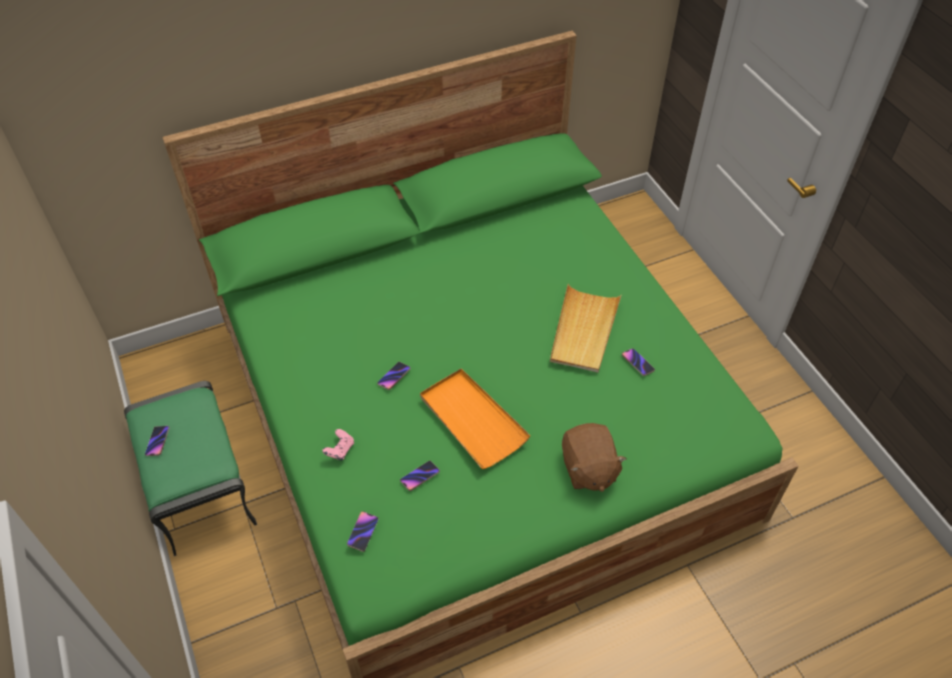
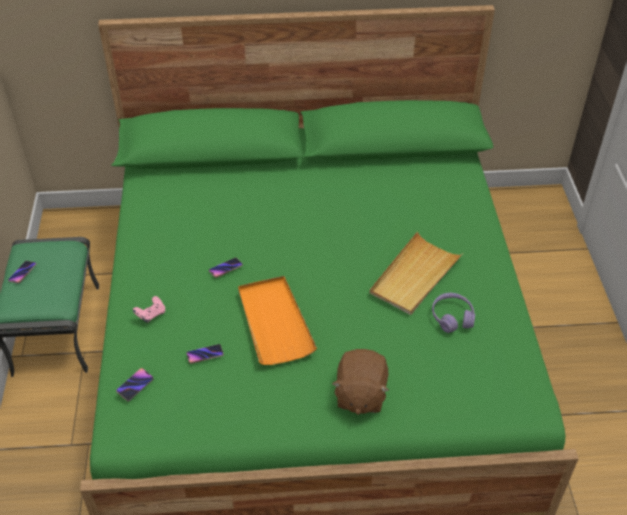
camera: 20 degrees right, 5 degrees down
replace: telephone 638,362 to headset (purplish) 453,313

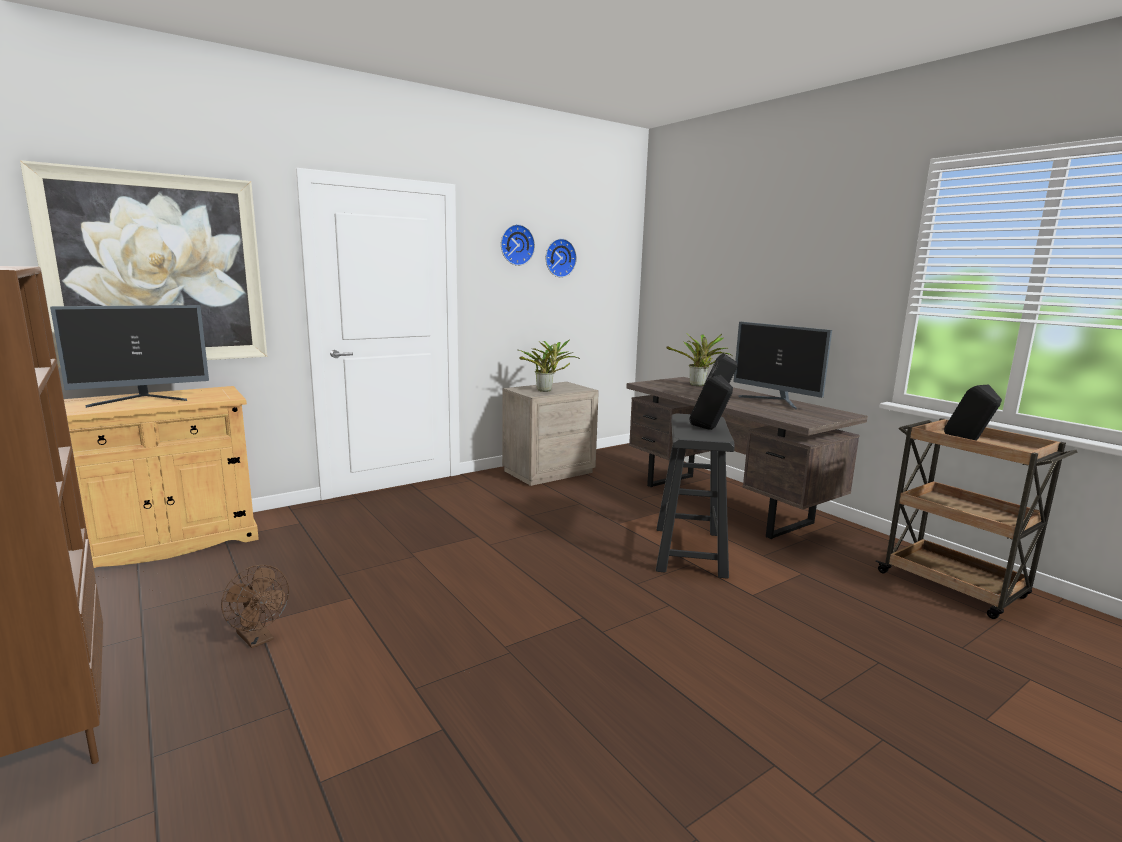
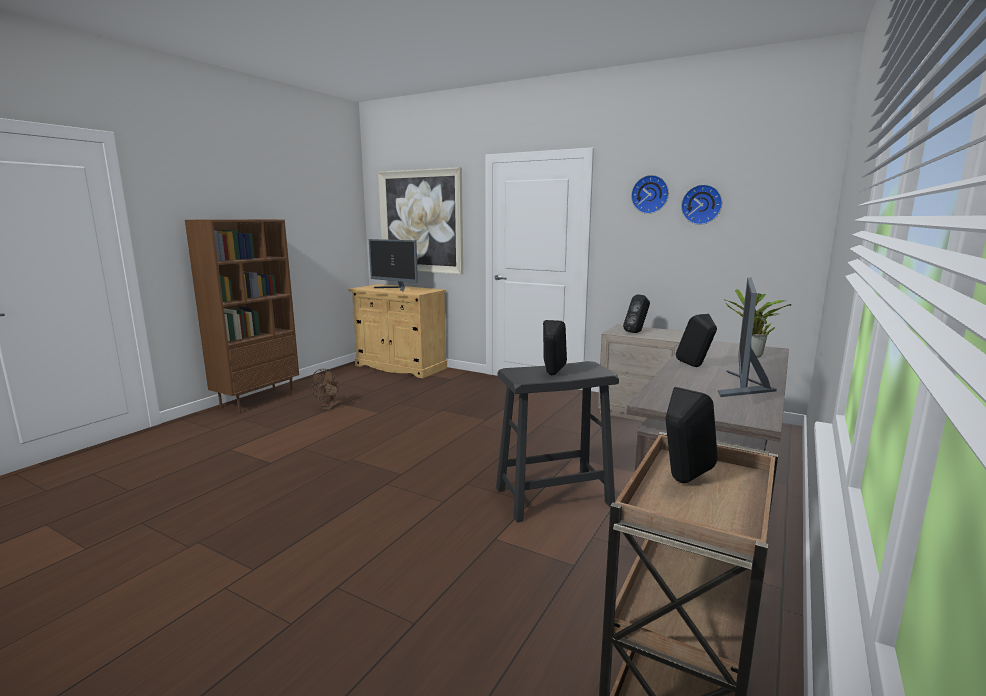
camera: 65 degrees right, 0 degrees up
replace: potted plant 549,365 to speaker (black) 636,314

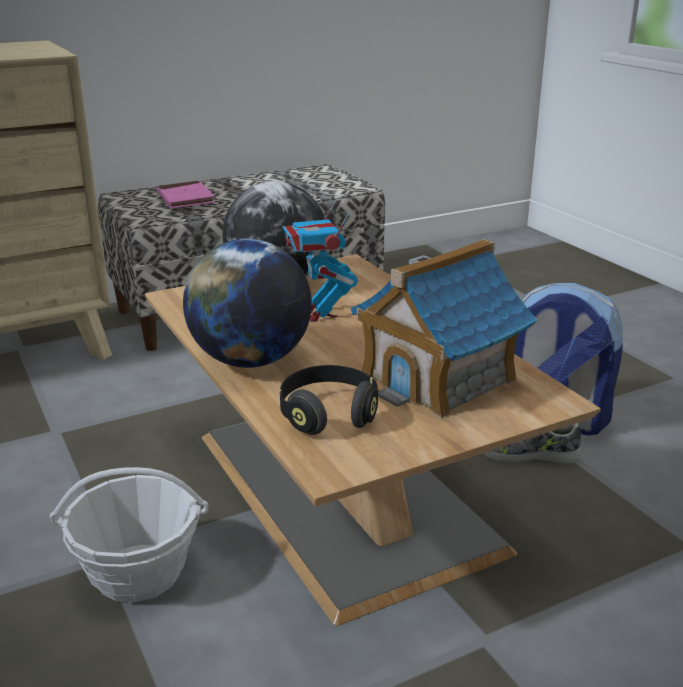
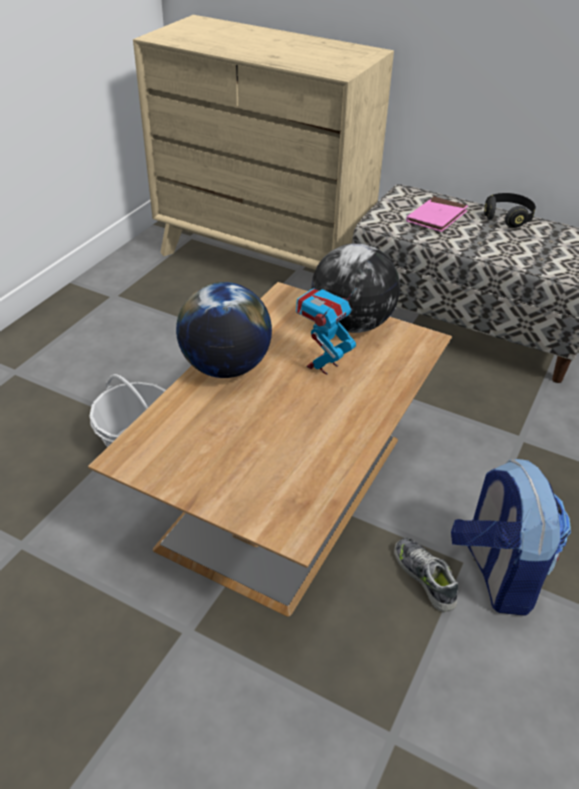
camera: 55 degrees right, 15 degrees up
delete: model house 443,328
move: headset (black) 329,400 to 510,210

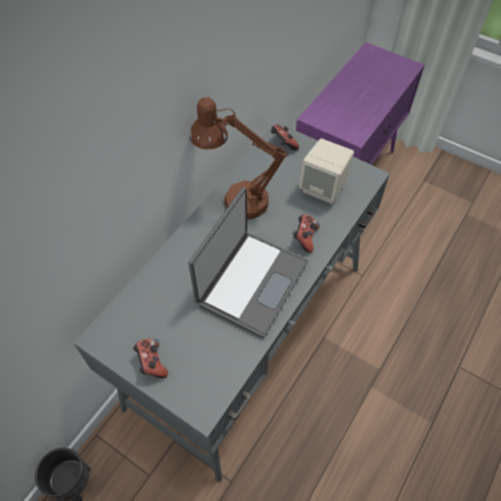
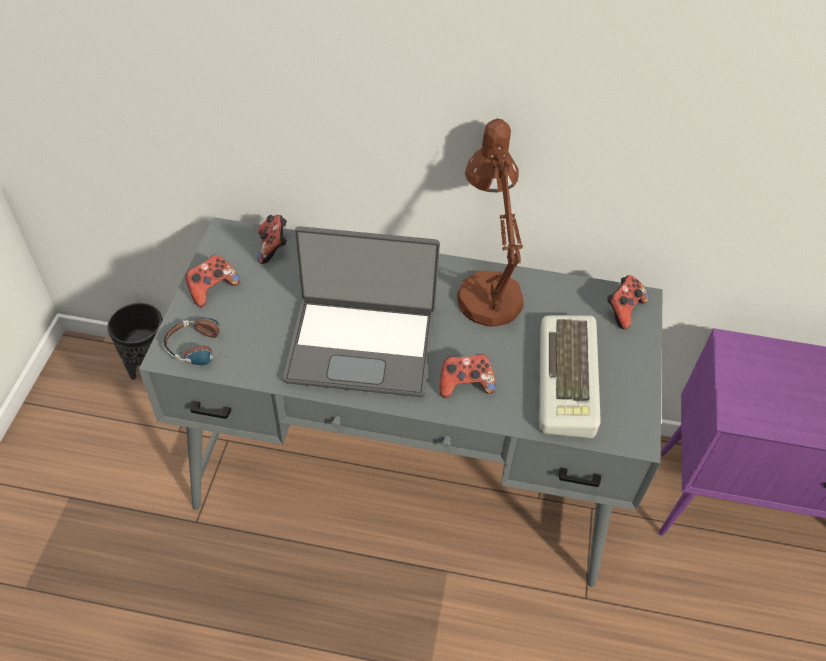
camera: 65 degrees right, 5 degrees down
insert: headset 201,341; game controller 272,239
replace: speaker (beige-coloured) 326,171 to keyboard 570,376

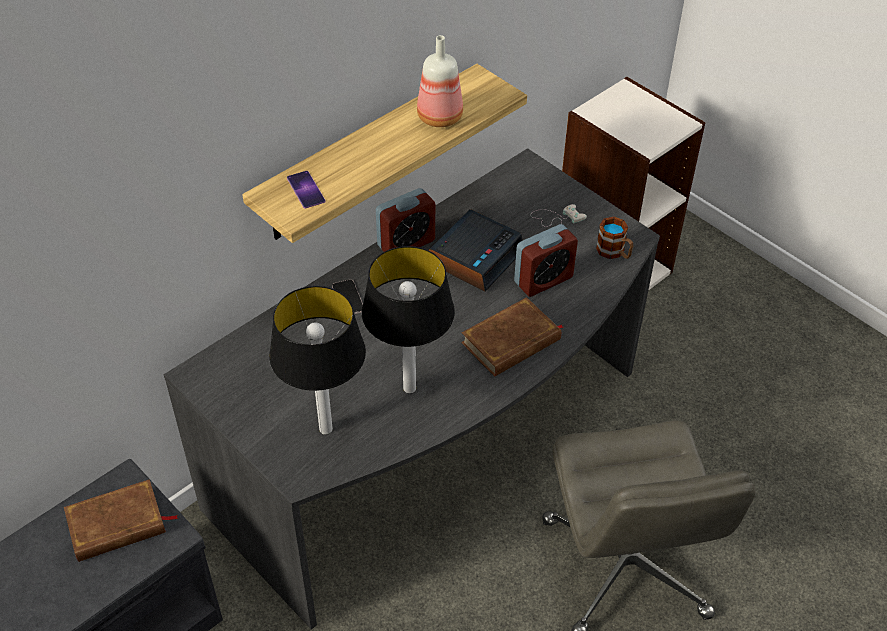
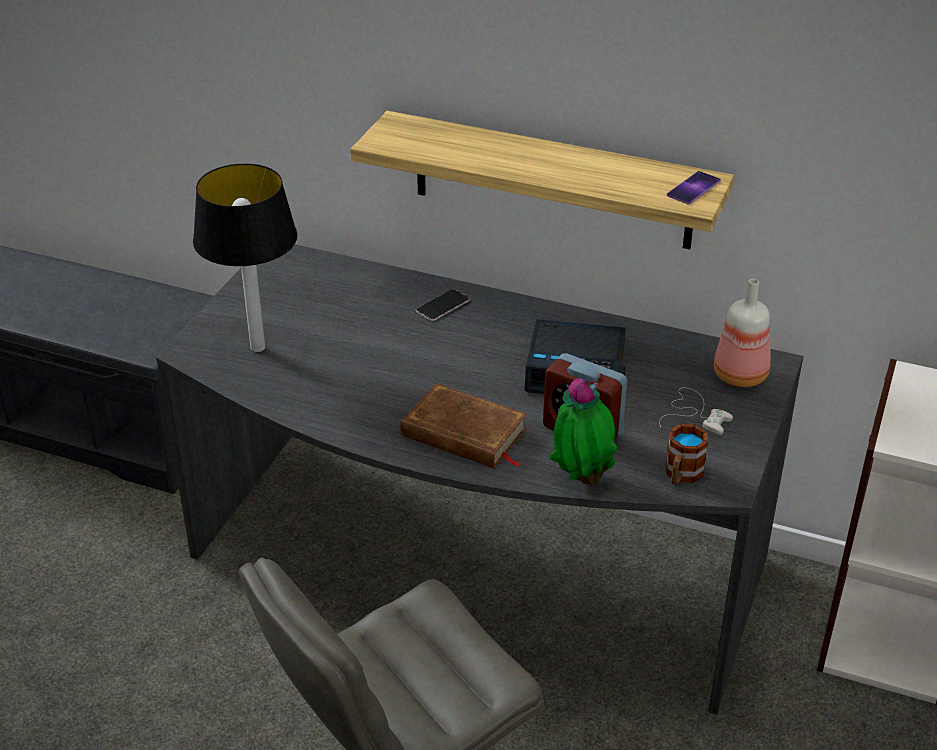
camera: 65 degrees right, 10 degrees down
delete: volume (brownish) 121,520; table lamp 408,320; bedside clock 405,220
insert: potted plant 583,431
move: telephone 306,190 to 694,187; bottle 440,81 to 742,333

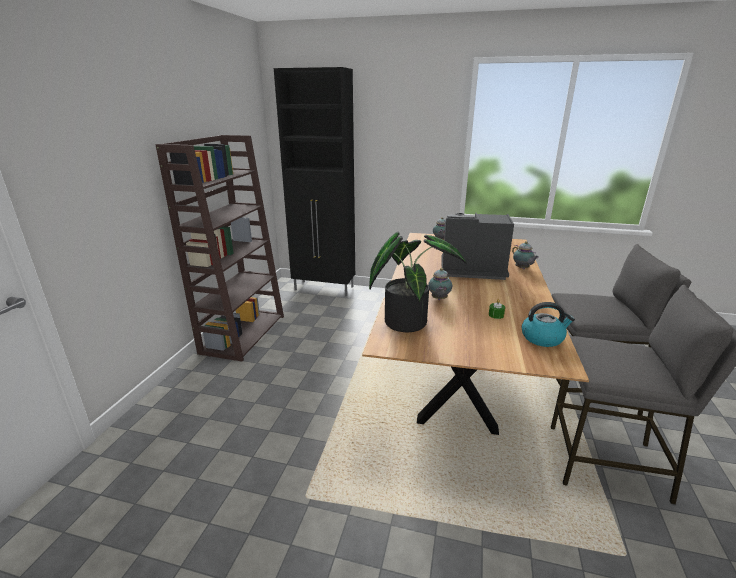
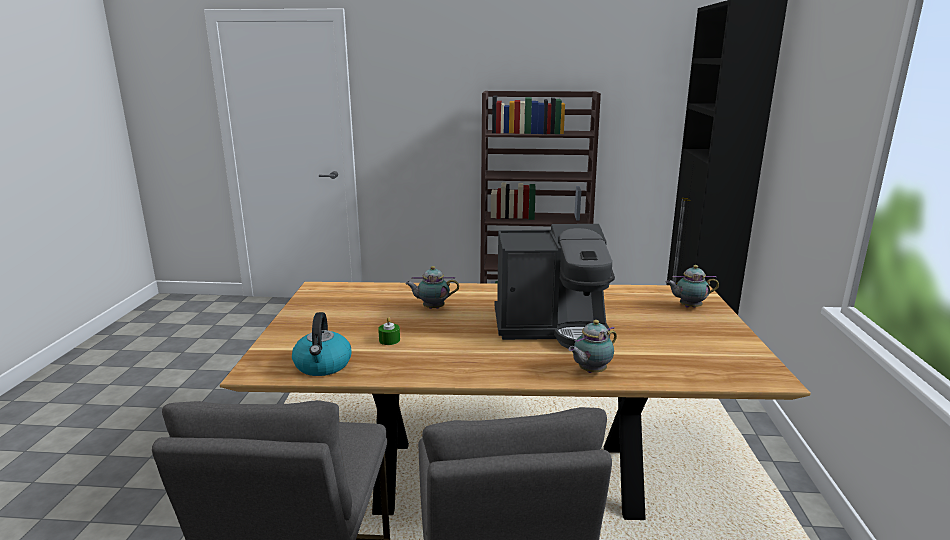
camera: 80 degrees right, 5 degrees down
delete: potted plant 418,282
rotate: coffee brewer 477,246 = 555,286 90 degrees clockwise

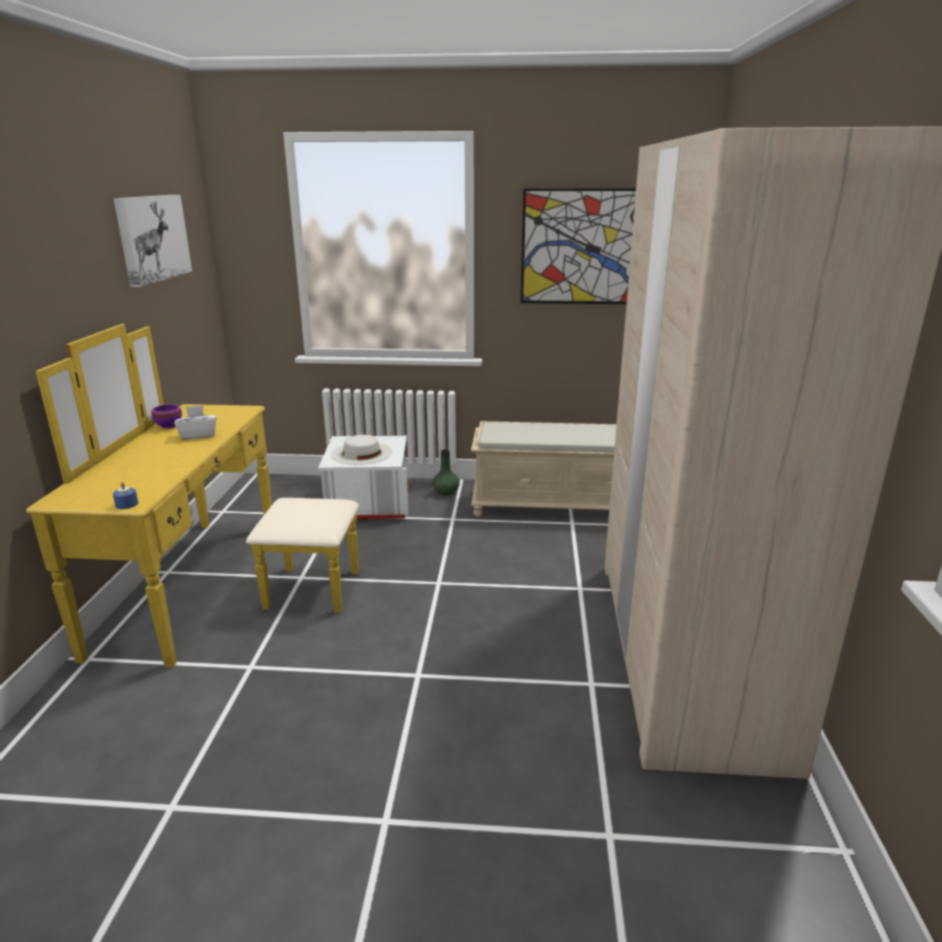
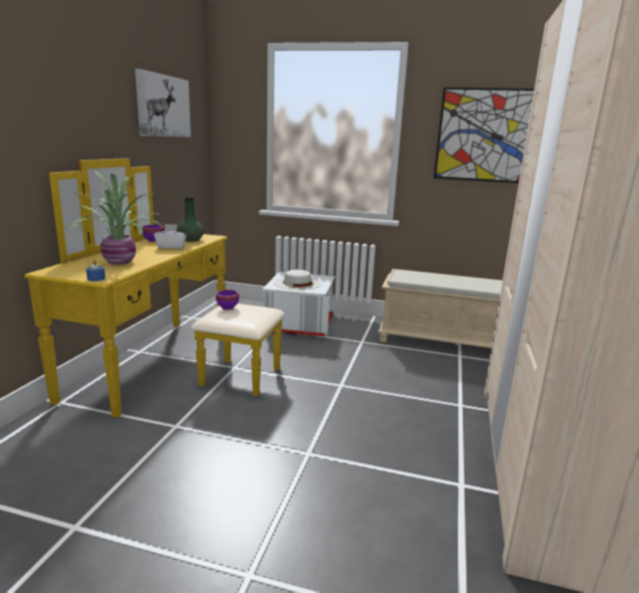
camera: 10 degrees right, 5 degrees down
insert: potted plant 115,218; bowl (purplish) 227,300
move: flower vase (greenish) 446,472 to 190,219

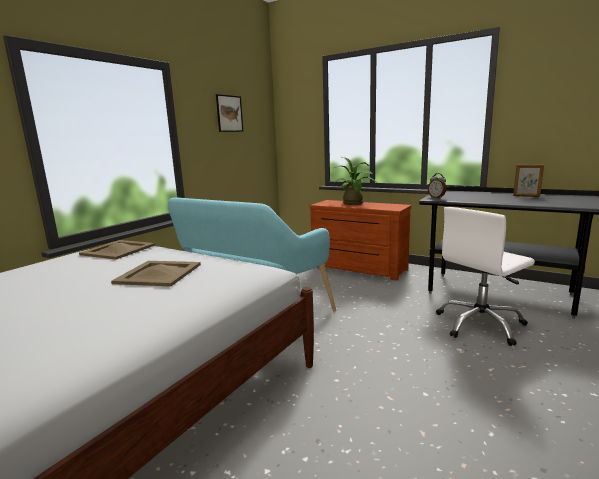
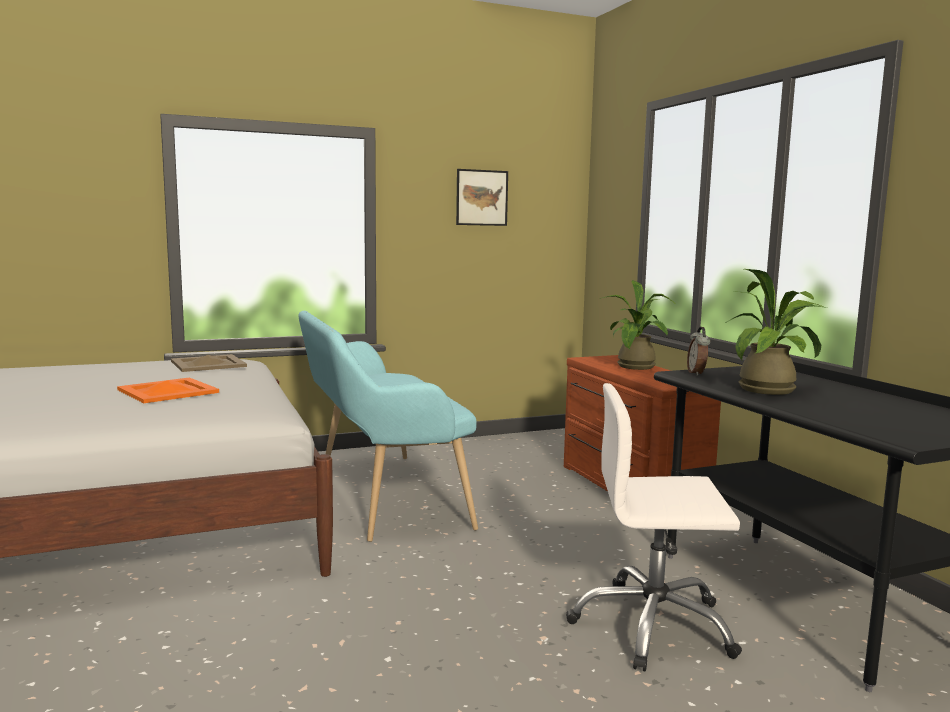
camera: 35 degrees right, 5 degrees down
delete: picture frame 528,180
insert: potted plant 776,332
recolor: tray (beige-coloured) 156,274 to tray (orangey) 168,390

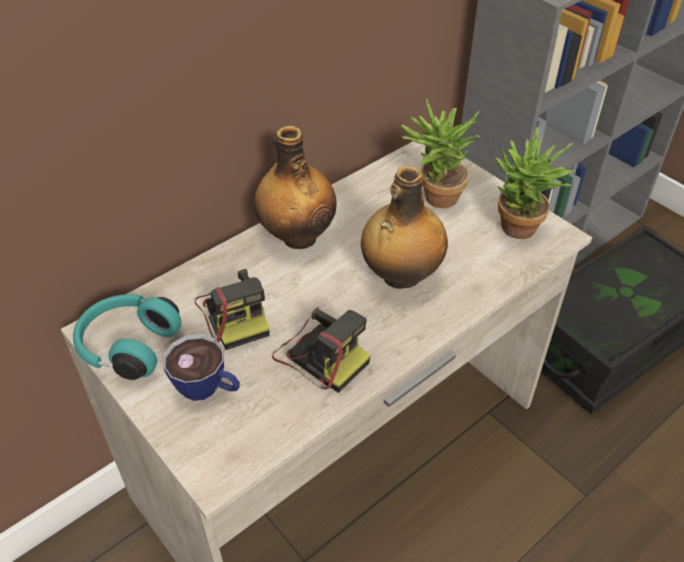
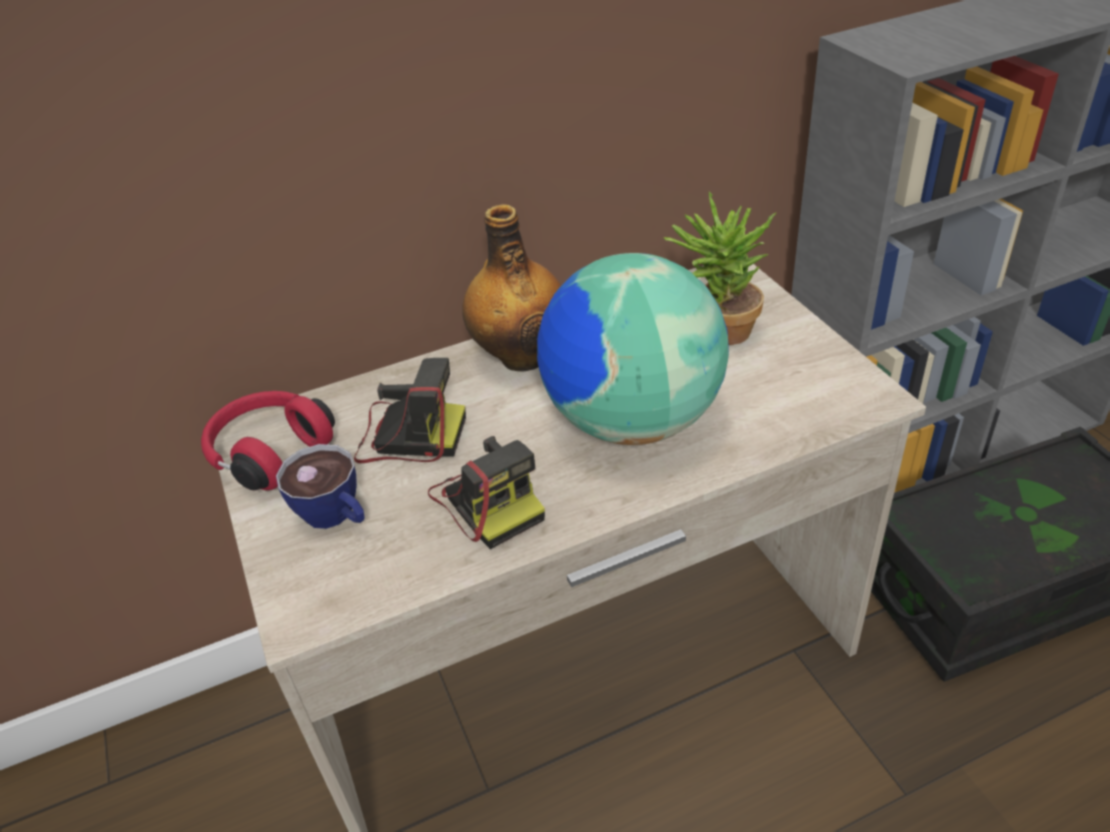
camera: 20 degrees right, 5 degrees down
delete: potted plant 535,183
replace: bottle 404,227 to globe 633,349
recolor: headset (blue-green) 127,337 to headset (reddish) 268,440
rotate: photo camera 232,309 = 410,410 75 degrees counterclockwise

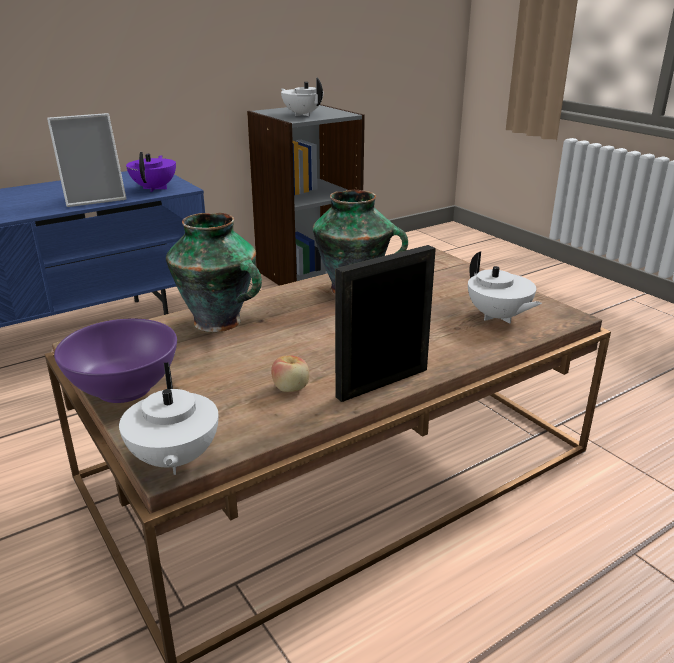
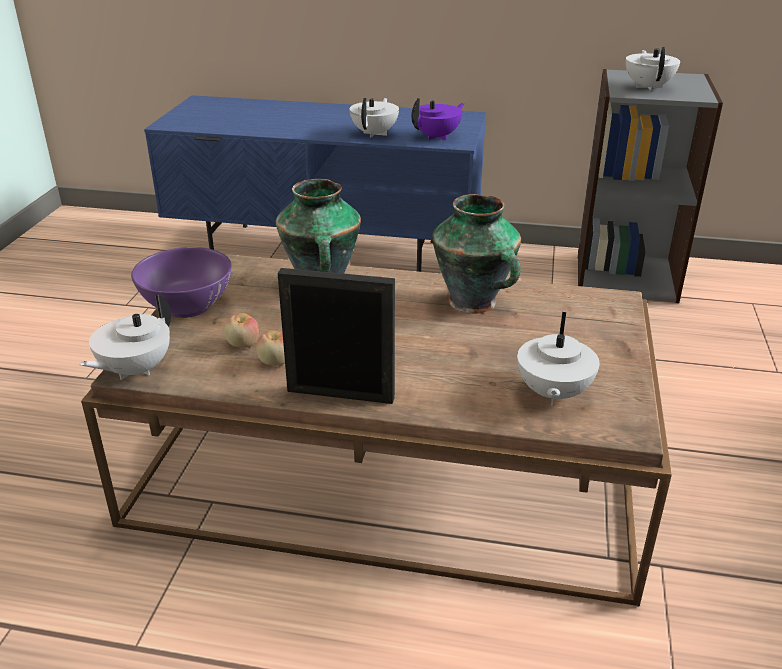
camera: 45 degrees right, 5 degrees up
insert: whole apple 241,330
replace: picture frame 86,160 to tea pot (whitish) 374,118

